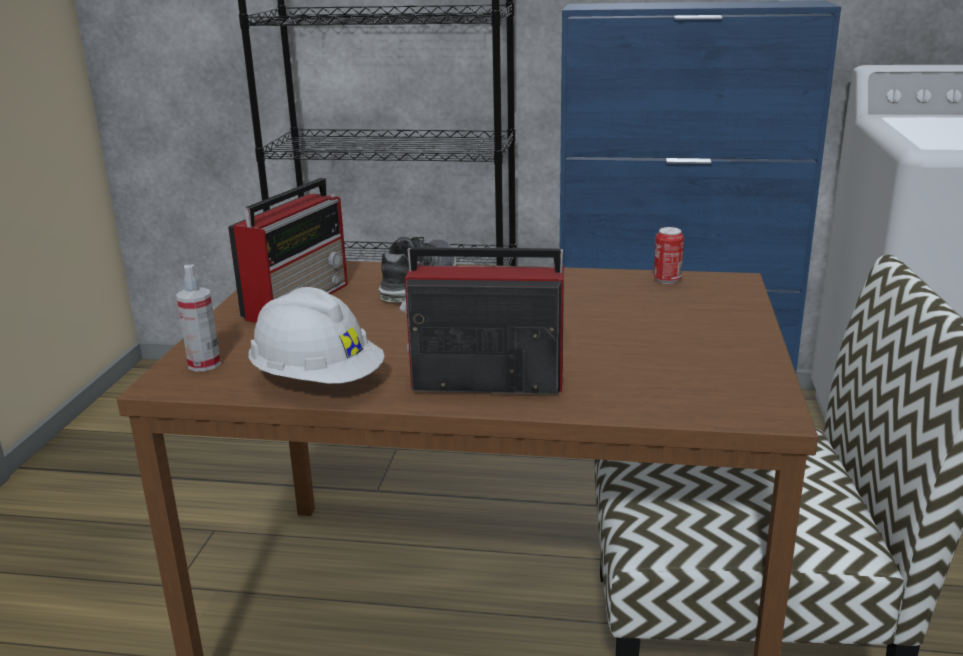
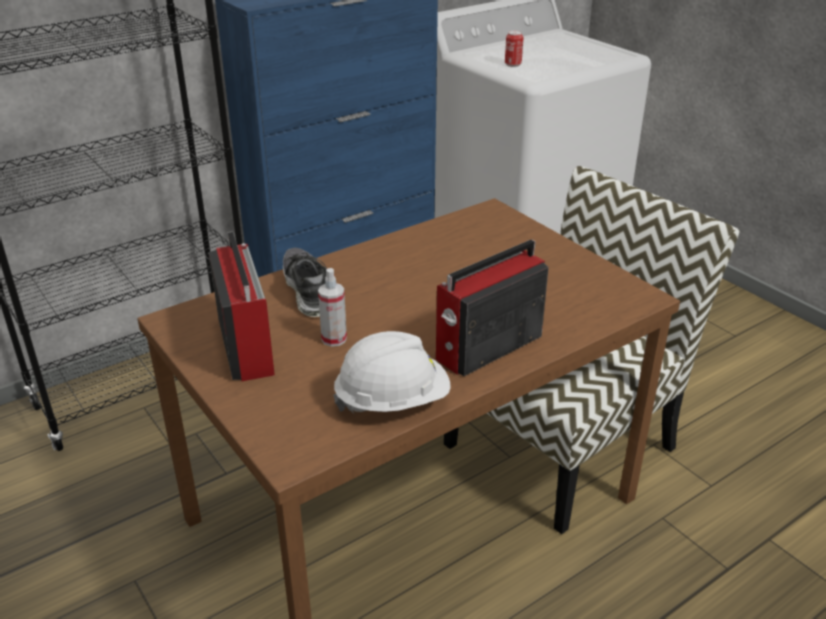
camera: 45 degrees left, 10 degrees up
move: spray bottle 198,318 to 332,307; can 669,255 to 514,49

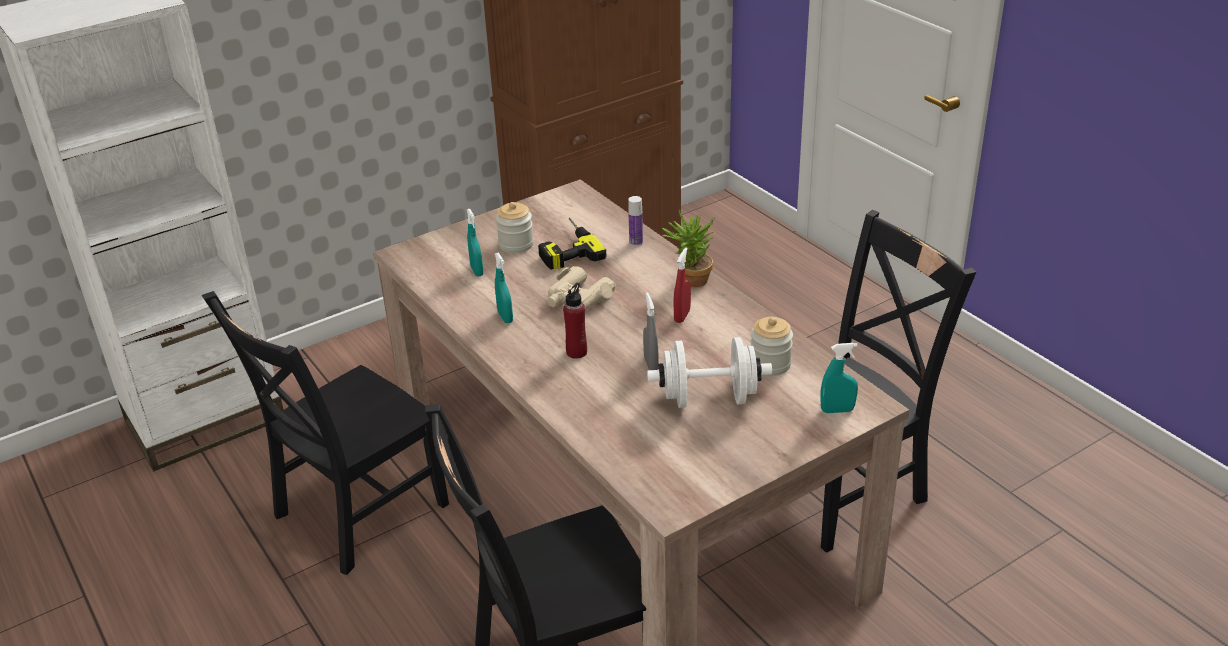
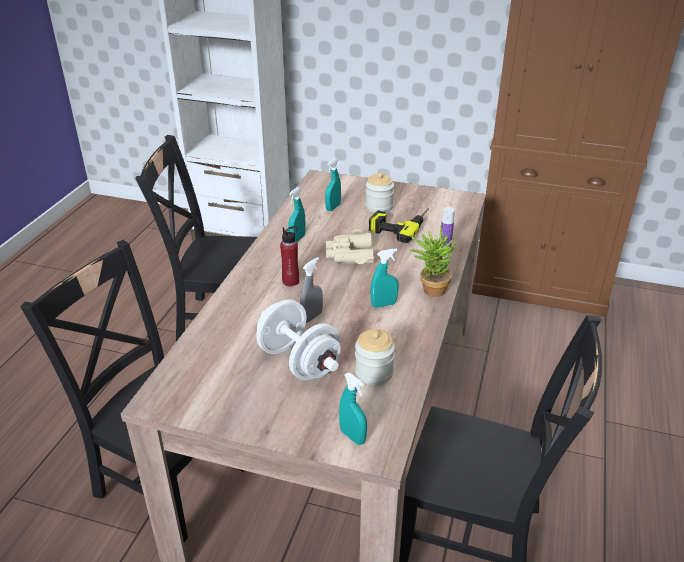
camera: 50 degrees right, 0 degrees up
recolor: spray bottle (reddish) 682,285 to spray bottle (blue-green) 385,278

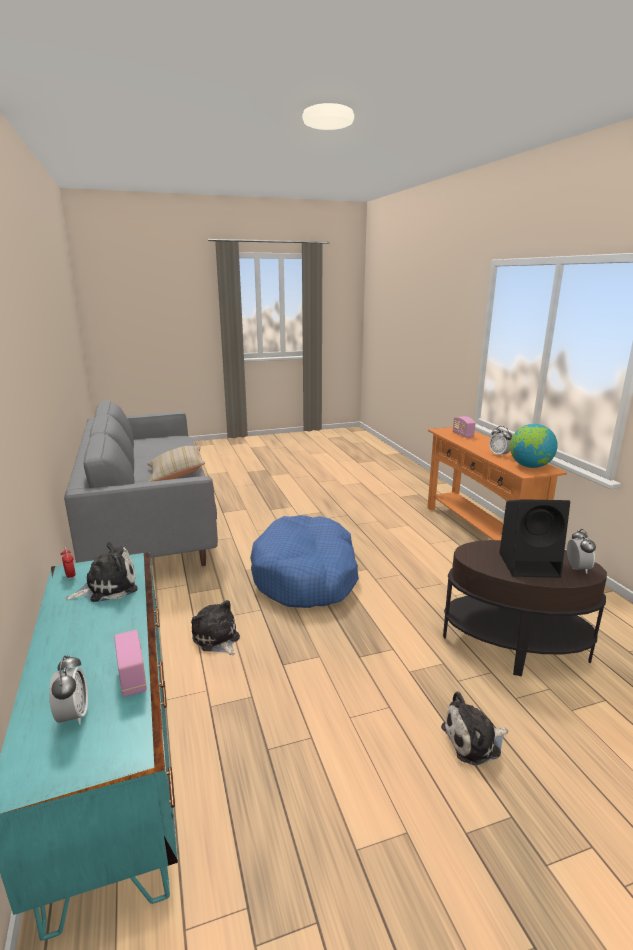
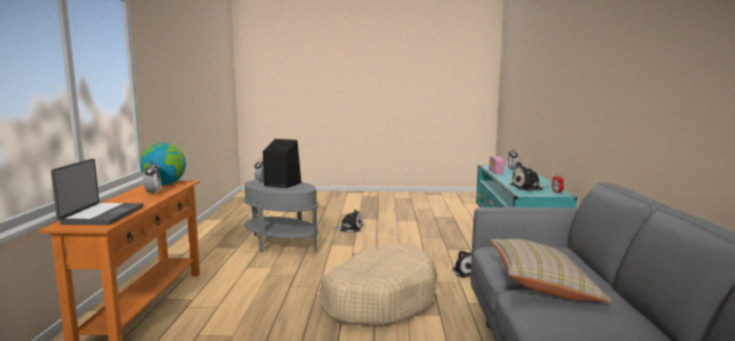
camera: 160 degrees left, 10 degrees down
replace: radio 464,427 to portable computer 97,192
recolor: dog cushion (blue-coloured) 304,561 to dog cushion (beige-coloured) 378,284; accent table (brownish) 525,608 to accent table (grey) 281,216

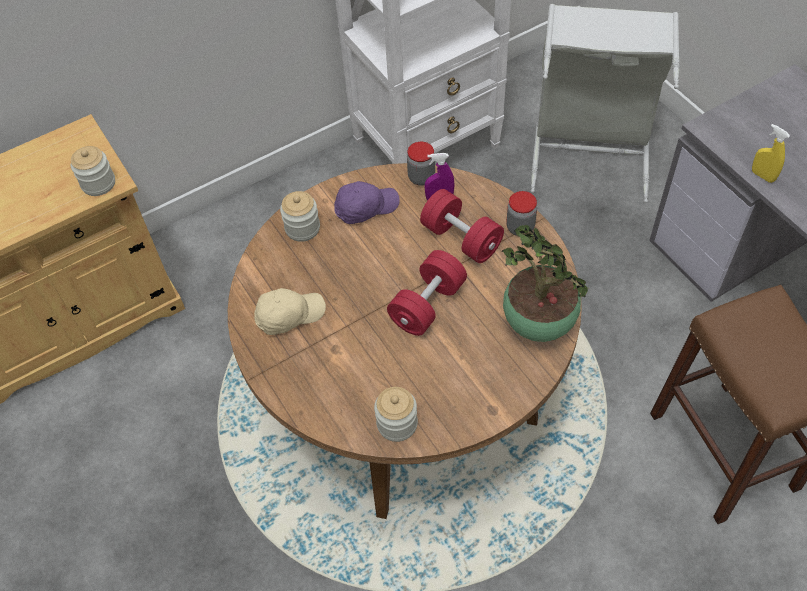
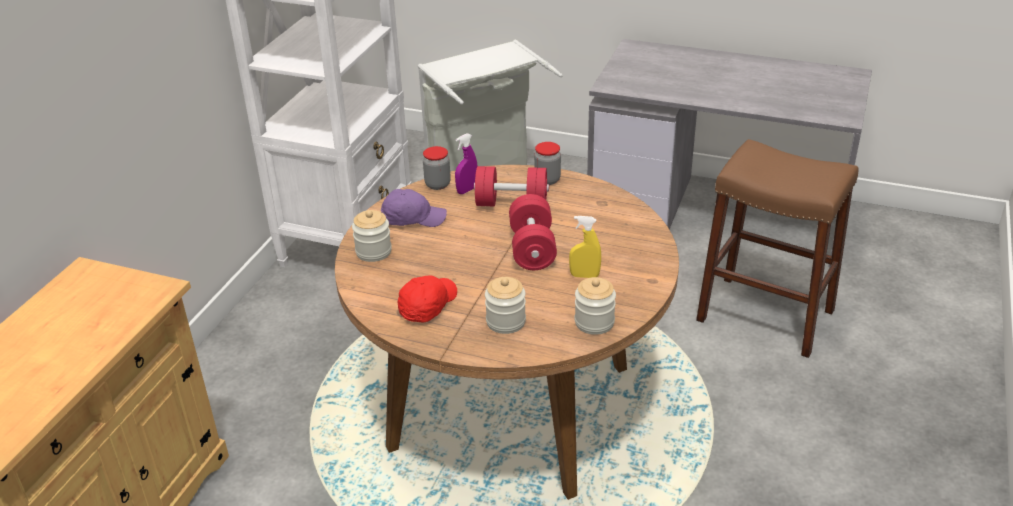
camera: 40 degrees left, 20 degrees down
delete: potted plant 544,283
move: preserve jar 93,171 to 505,305; spray bottle (yellowish) 771,153 to 585,247
recolor: peaked cap (beige-coloured) 290,311 to peaked cap (reddish) 427,299
rotate: peaked cap (purplish) 367,202 = 414,208 60 degrees clockwise

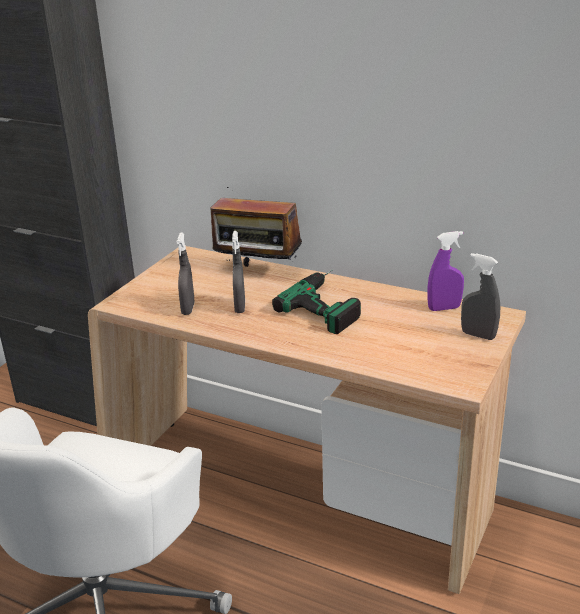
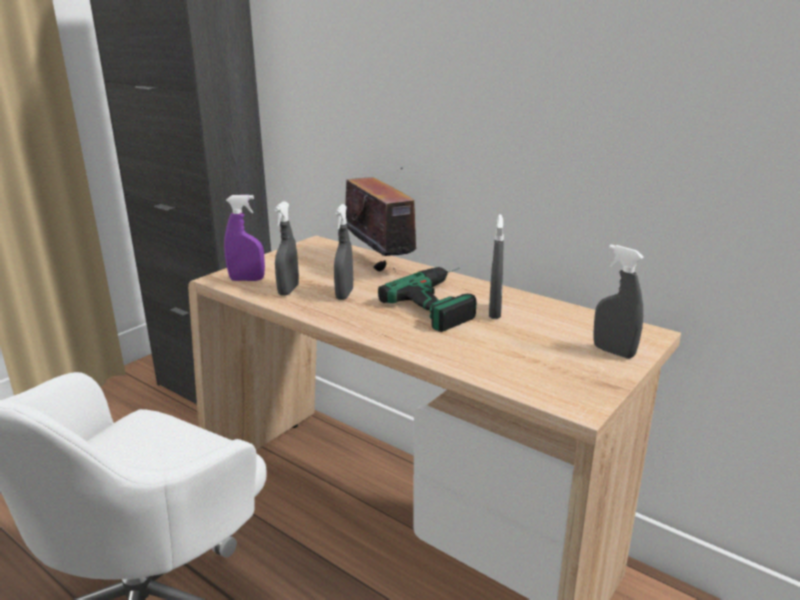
camera: 10 degrees right, 5 degrees down
insert: spray bottle (grey) 496,266
move: spray bottle (purplish) 445,271 to 244,238
rotate: radio 256,227 = 380,220 150 degrees counterclockwise

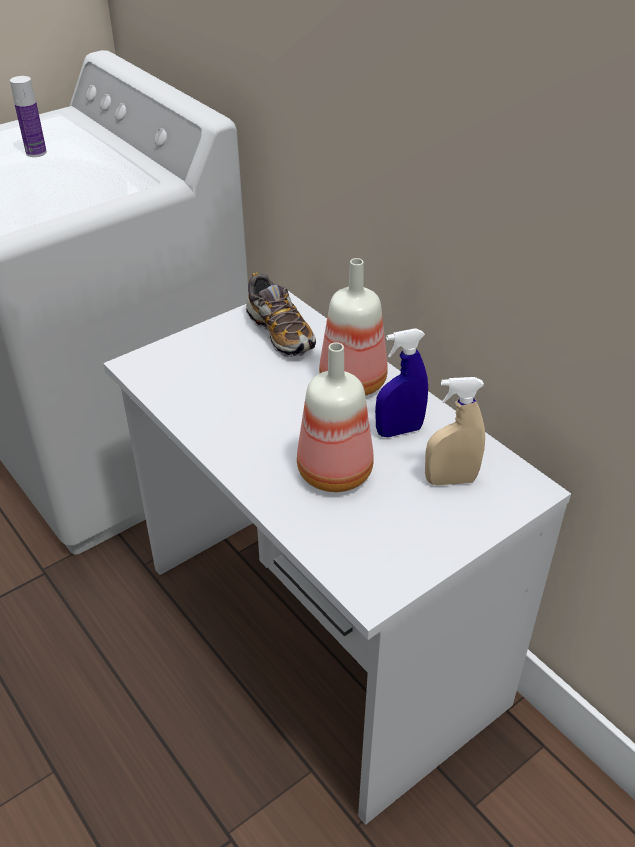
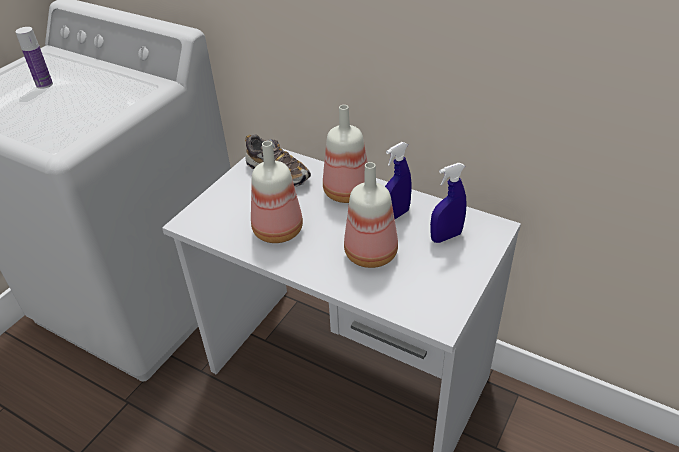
camera: 20 degrees left, 0 degrees up
insert: bottle 277,192
recolor: spray bottle (beige-coloured) 455,431 to spray bottle (blue-coloured) 448,203

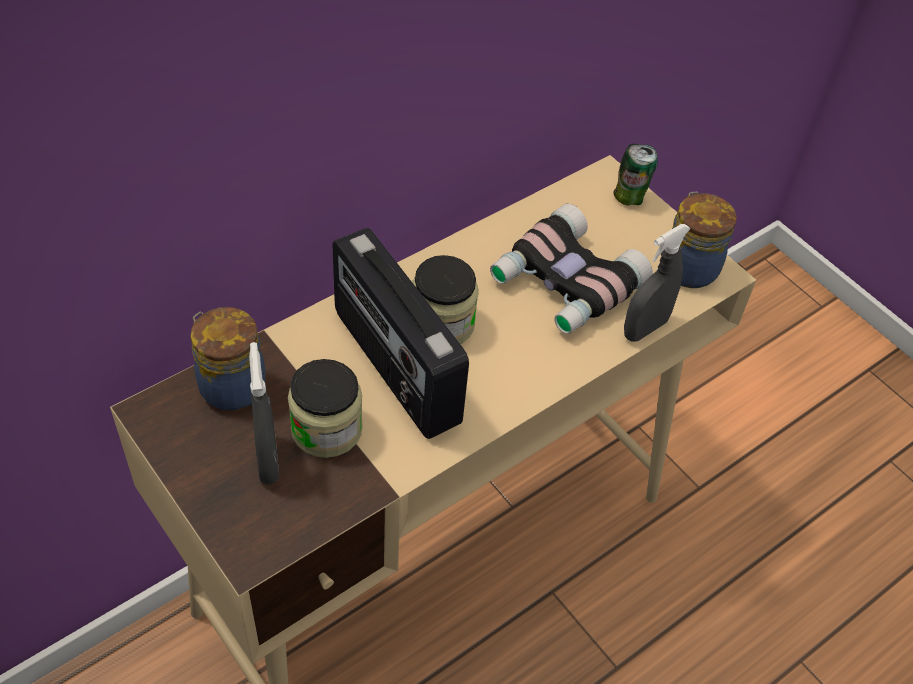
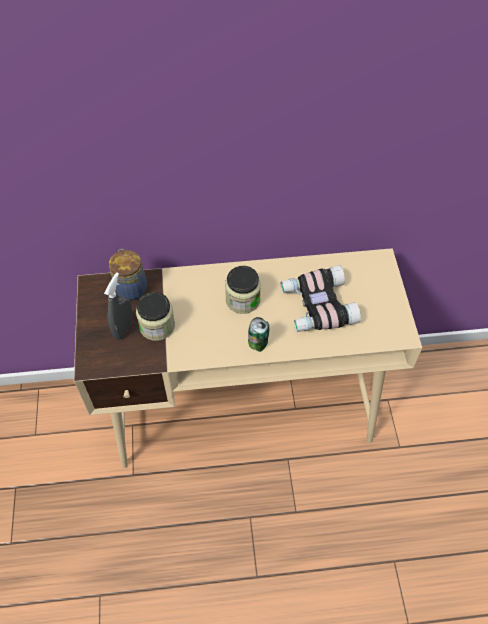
camera: 35 degrees right, 5 degrees up
delete: radio 400,333; spray bottle (grey) 657,282; preserve jar 704,240
move: can 635,174 to 258,334

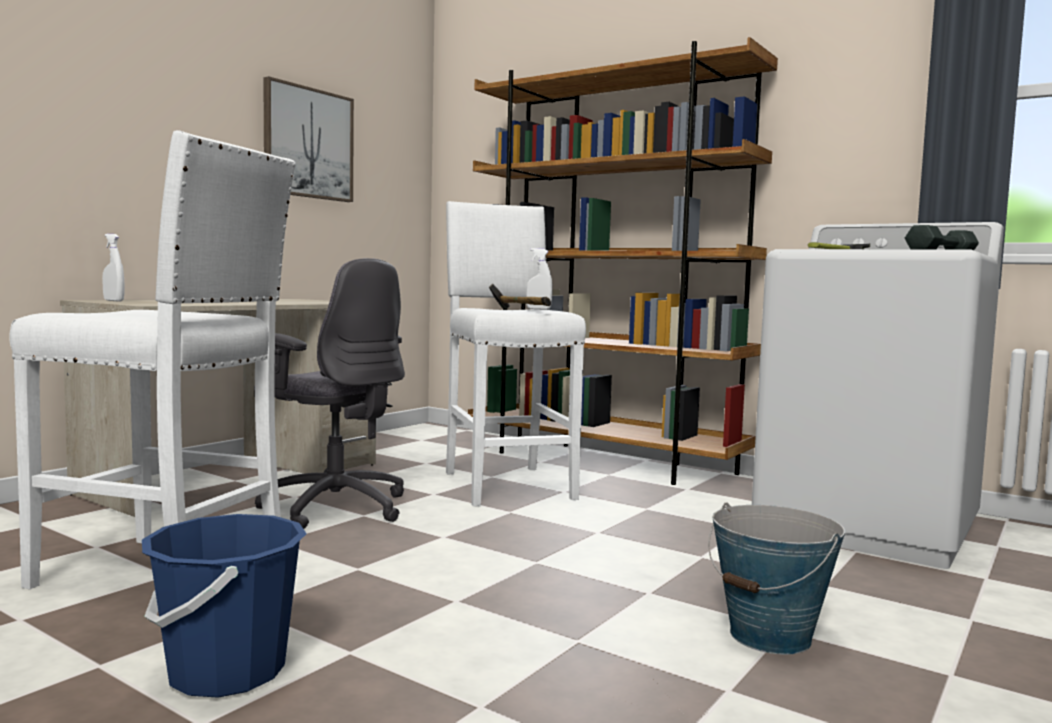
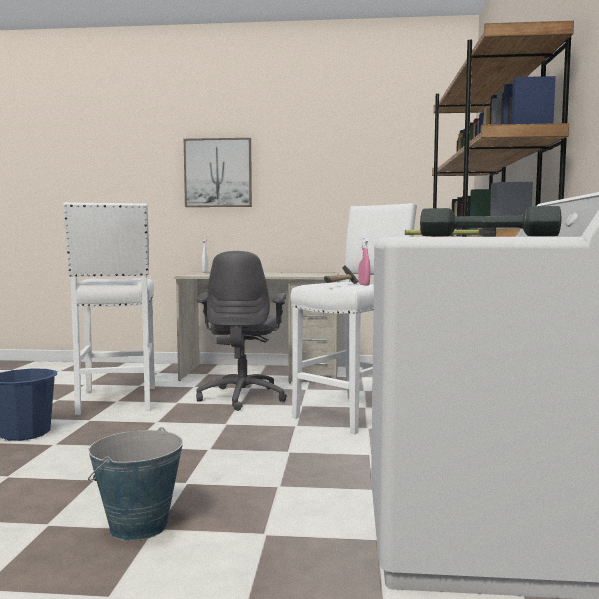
camera: 60 degrees right, 0 degrees up
move: wall art 308,139 to 218,172
recolor: spray bottle (whitish) 539,279 to spray bottle (pink) 364,262

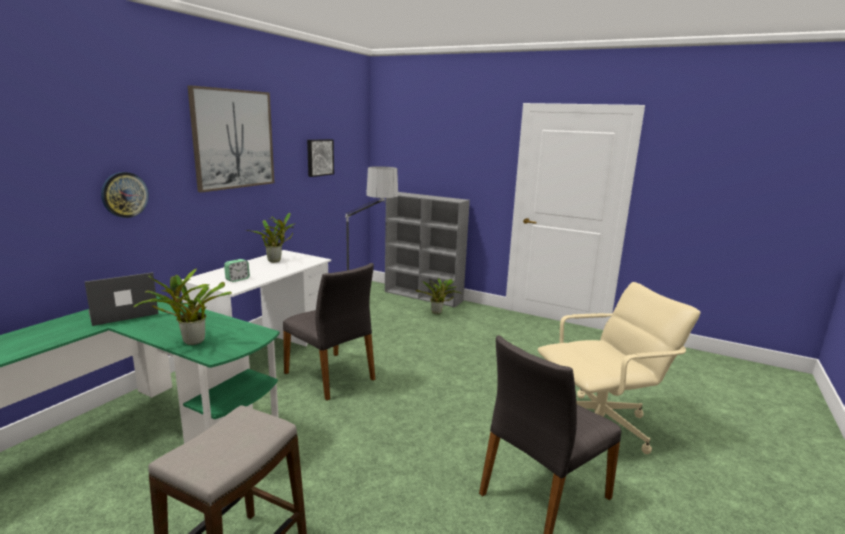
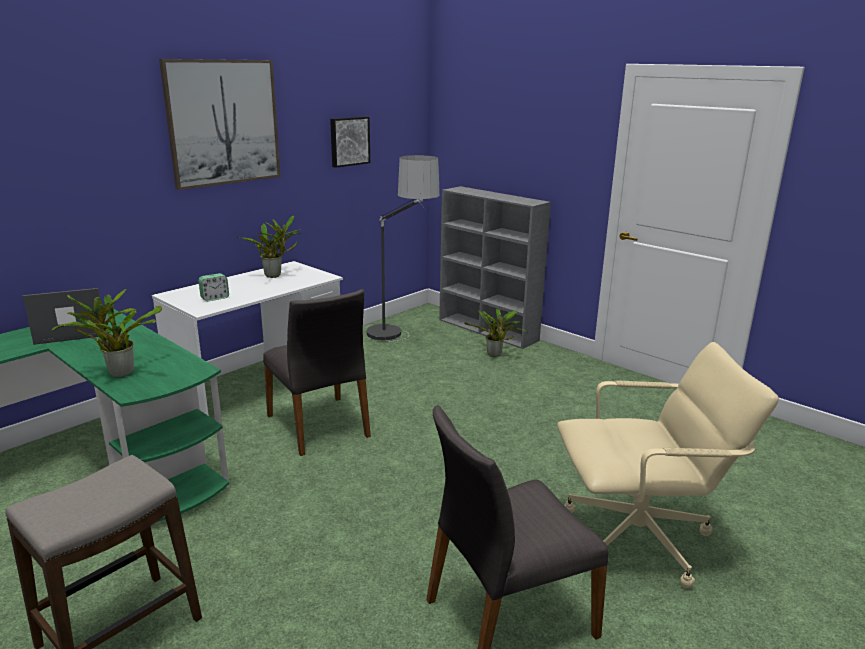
camera: 15 degrees right, 5 degrees up
delete: clock on the wall 125,195

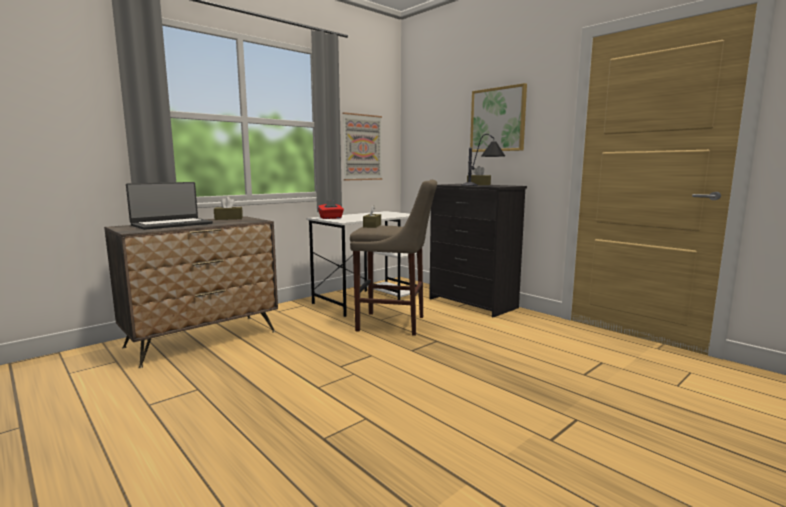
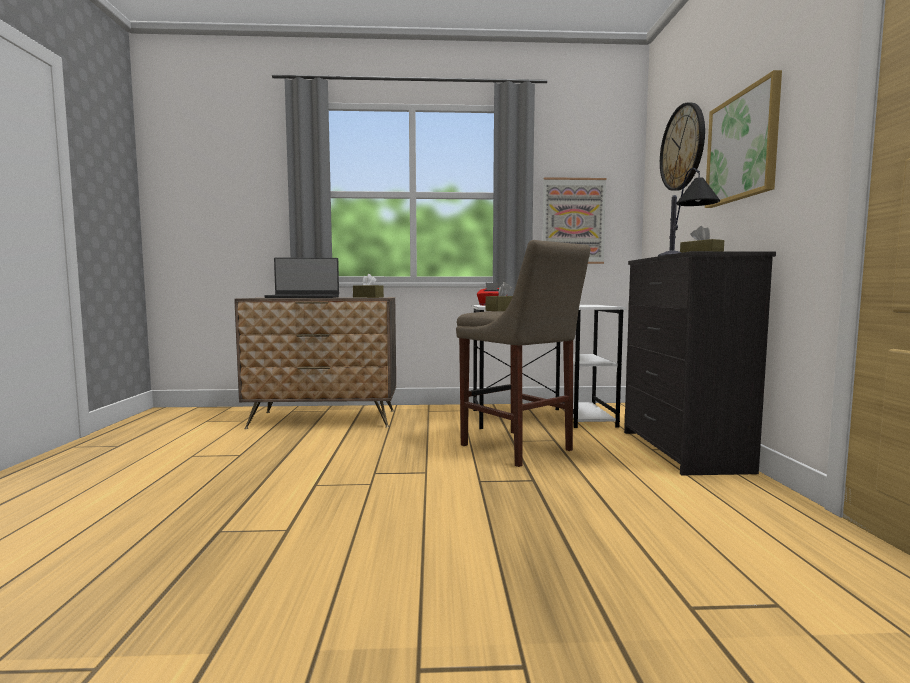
camera: 40 degrees right, 5 degrees down
insert: clock on the wall 682,147

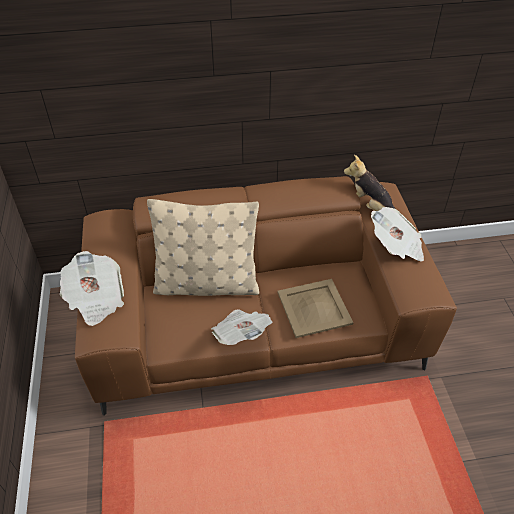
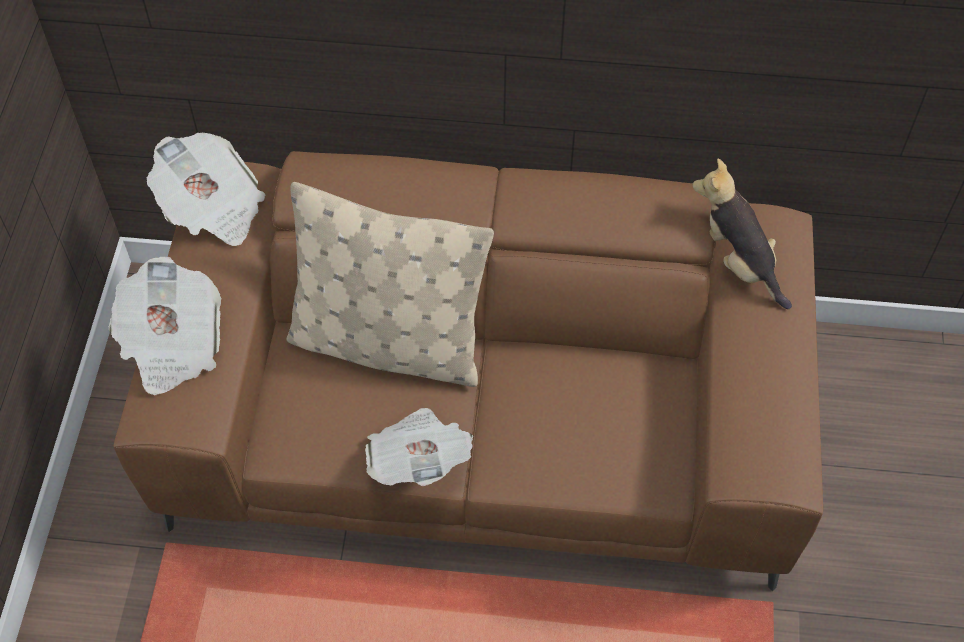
camera: 15 degrees right, 10 degrees up
delete: tray (beige-coloured) 315,308
move: printed paper 397,234 to 206,189

